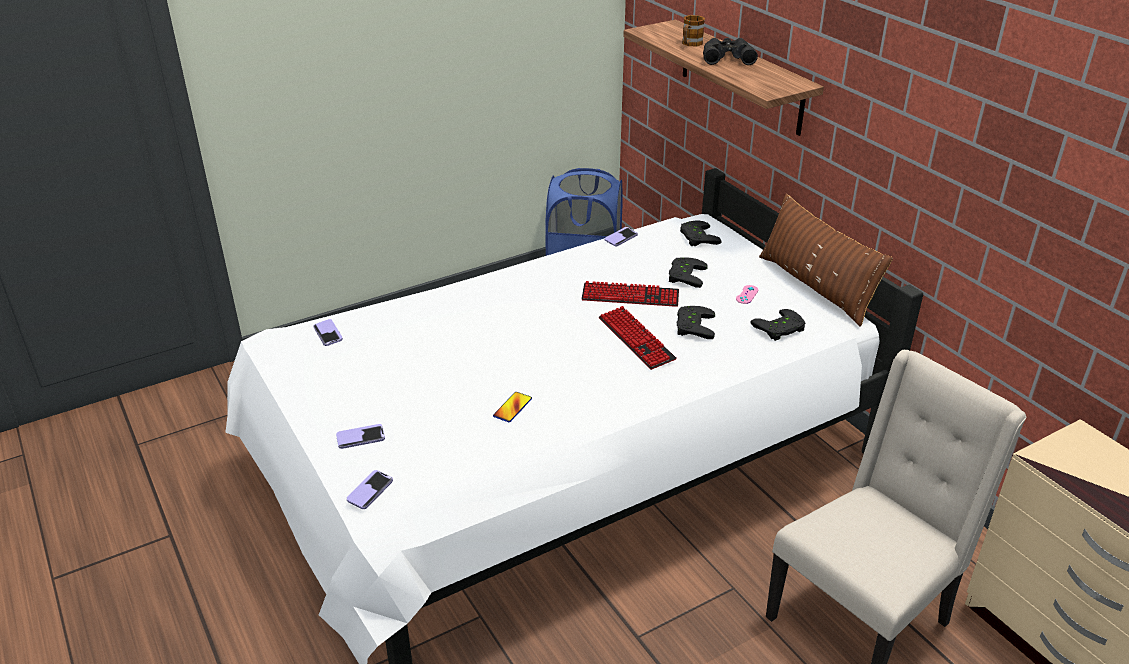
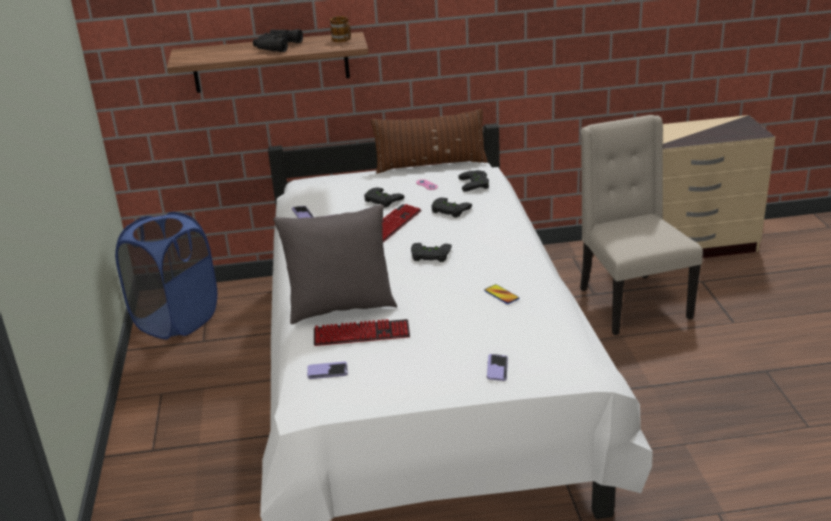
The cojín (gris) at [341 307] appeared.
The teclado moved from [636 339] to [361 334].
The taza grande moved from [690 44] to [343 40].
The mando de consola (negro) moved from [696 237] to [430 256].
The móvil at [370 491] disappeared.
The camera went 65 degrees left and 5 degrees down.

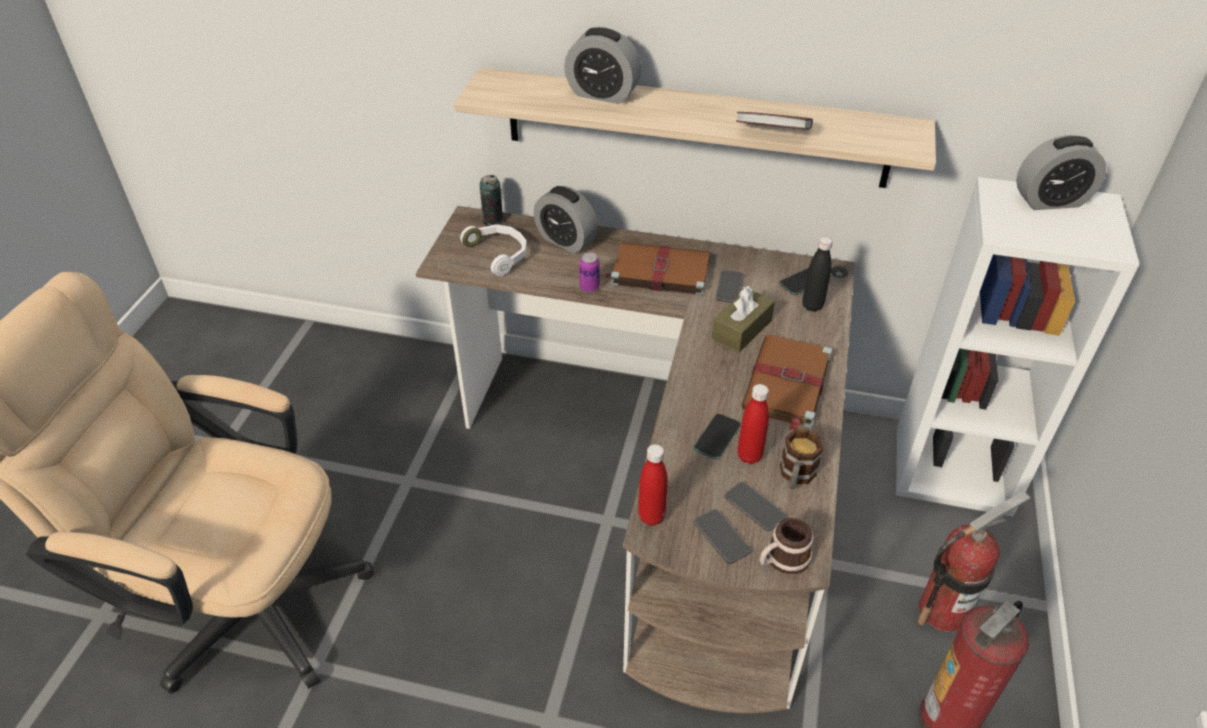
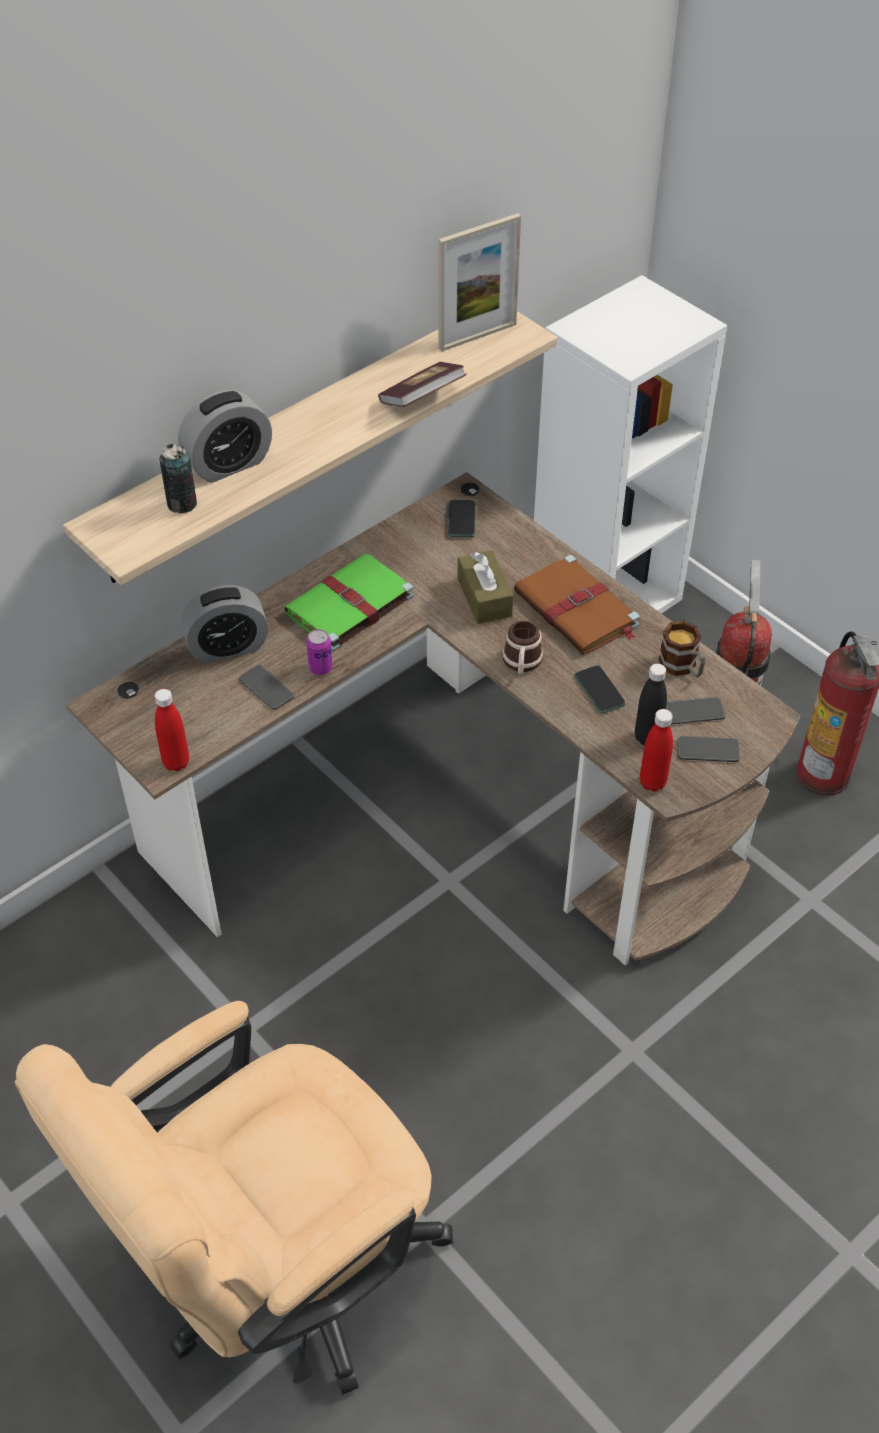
The botella (rojo) moved from [749 456] to [176 762].
The lata moved from [493 219] to [182 504].
The móvil moved from [729 287] to [266 688].
The libro (marrón) at [658 271] became the libro (verde) at [348 606].
The portarretratos at [477 336] appeared.
The taza grande moved from [782 560] to [521 663].
The botella (negro) moved from [812 306] to [647 737].
The auriculares (blanco) at [499 254] disappeared.
The despertador at [1050 201] disappeared.
The camera went 55 degrees left and 5 degrees up.

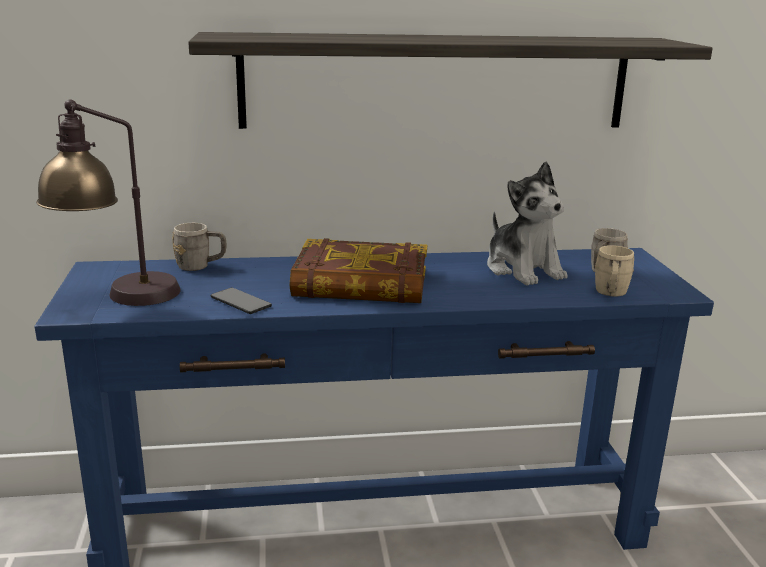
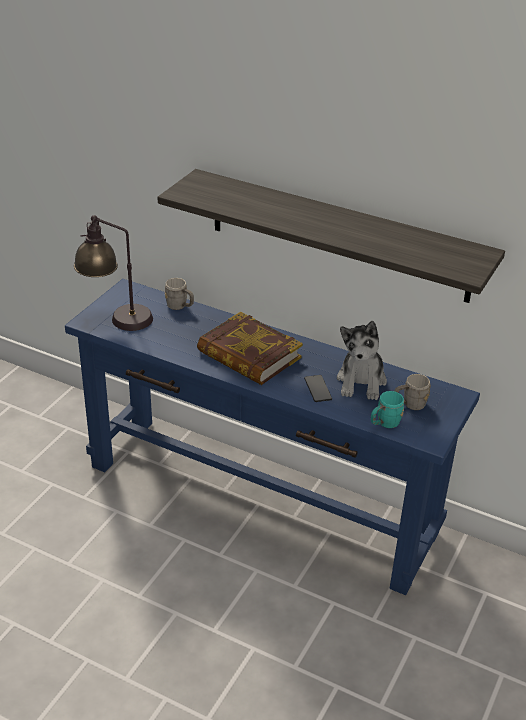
The móvil moved from [241 302] to [318 389].
The taza grande (beis) at [610 294] became the taza grande (turquesa) at [384 424].
The camera went 35 degrees right and 15 degrees up.

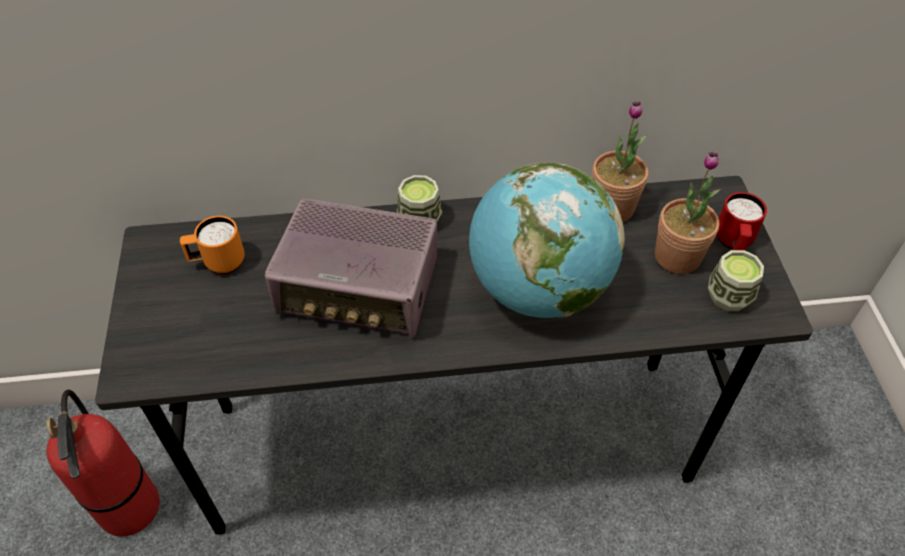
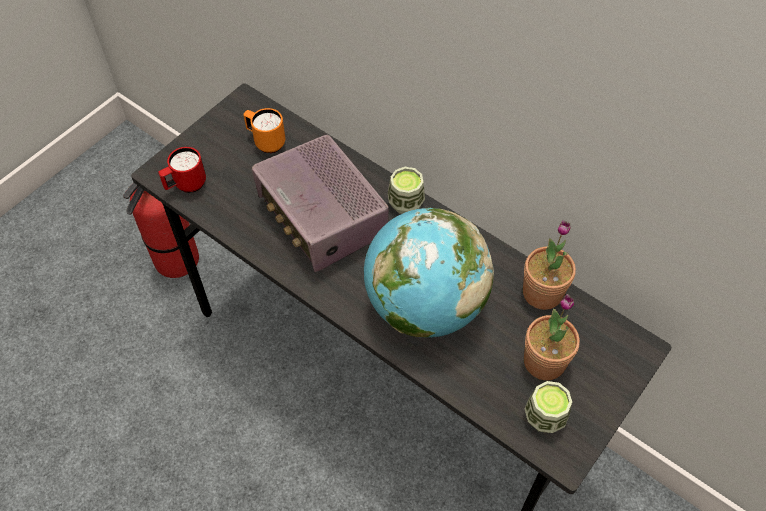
The taza grande (rojo) moved from [733 243] to [186 185].
The camera went 45 degrees right and 5 degrees up.

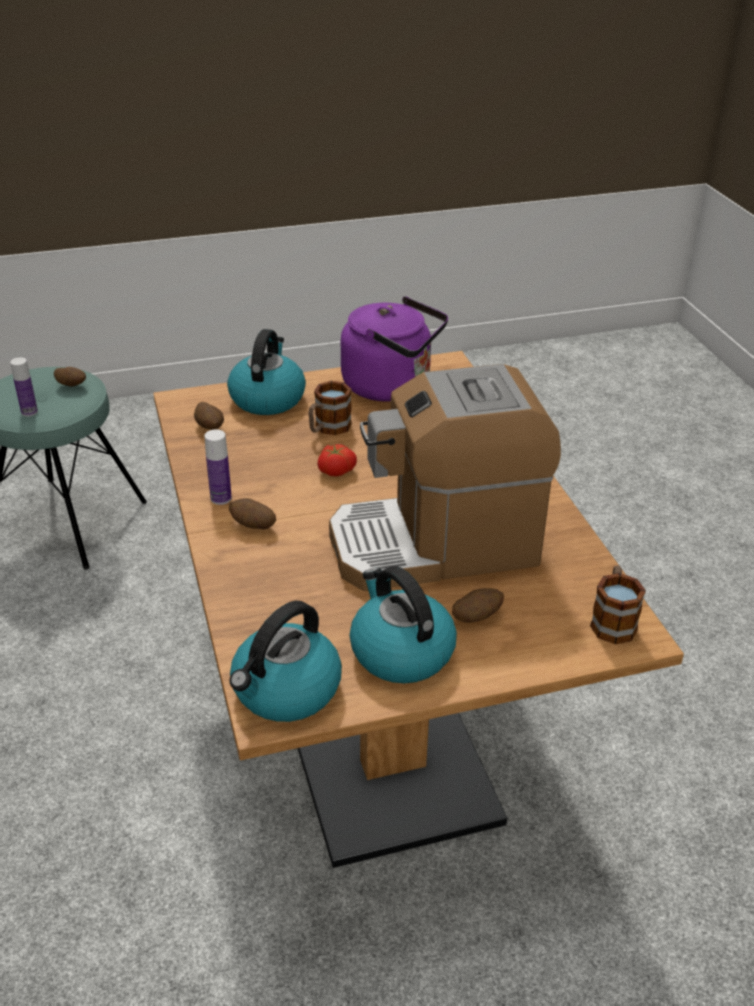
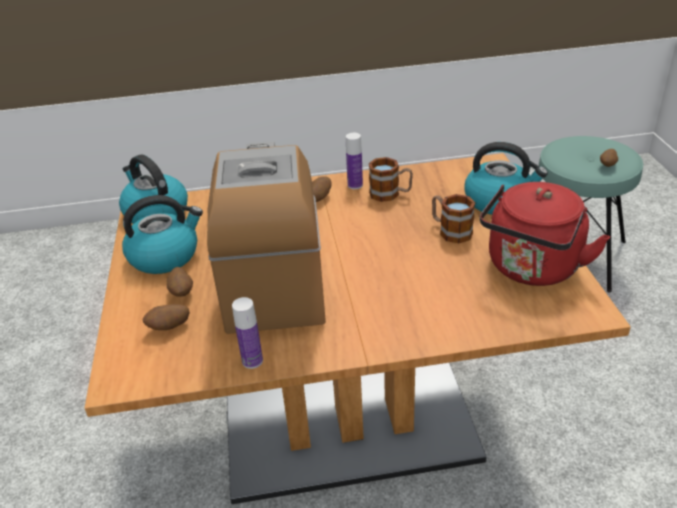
The patata moved from [210 428] to [169 327].
The botella moved from [29 412] to [252 361].
The taza grande moved from [613 620] to [390 194].
The hervidor (morado) at [392 386] became the hervidor (rojo) at [531 269].
The tomate at [335 470] disappeared.
The camera went 100 degrees right and 0 degrees up.

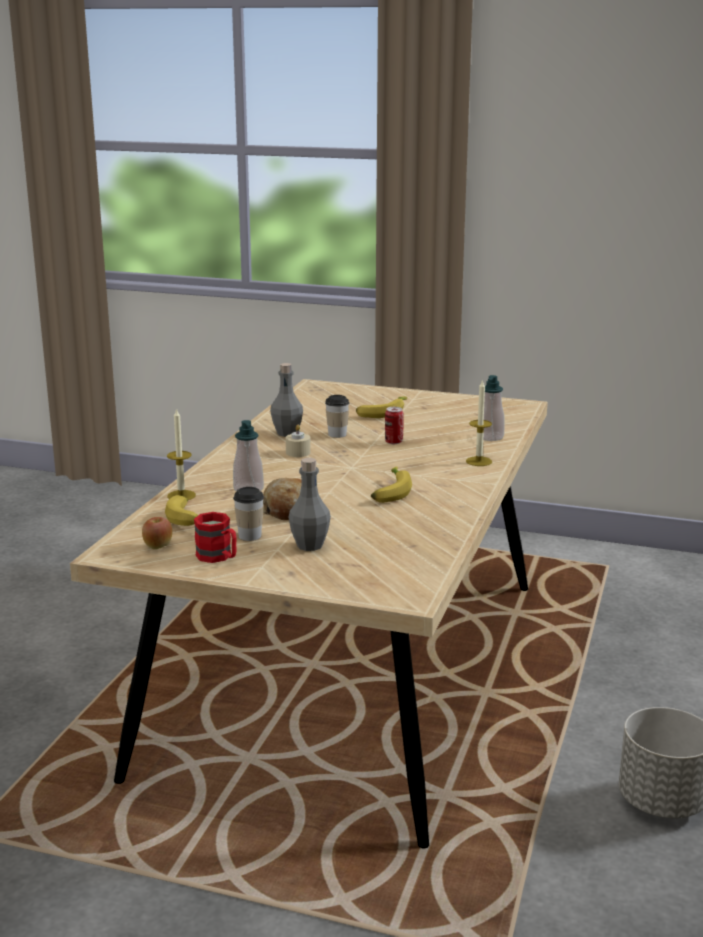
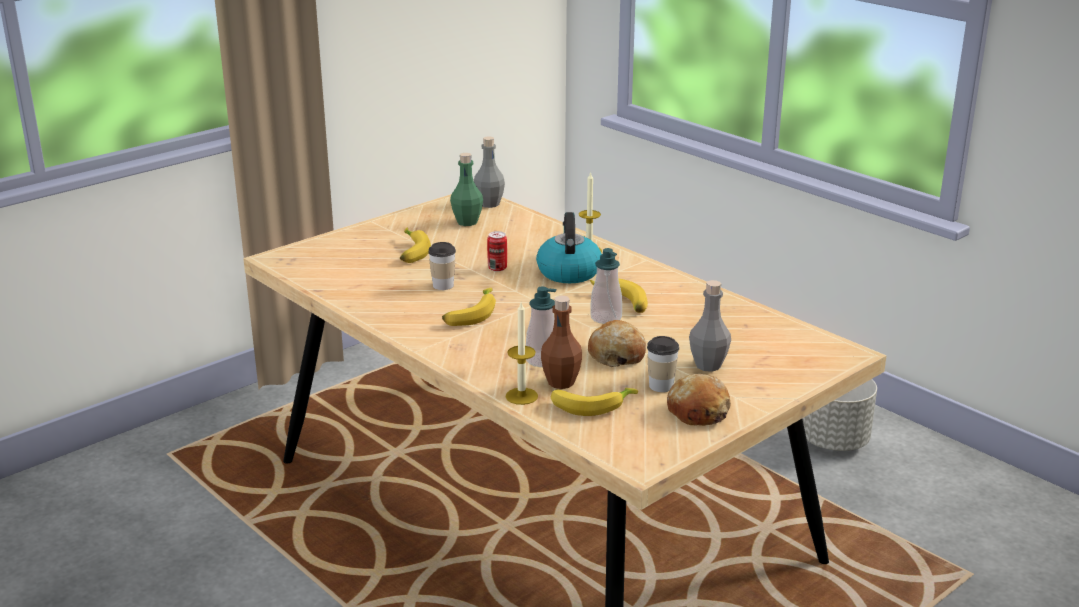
The vela (beis) at [298 452] was replaced by the plátano at [470 314].
The botella (verde) at [467 222] appeared.
The botella (gris) moved from [287 433] to [489 204].
The hervidor at [568 272] appeared.
The botella (marrón) at [561 382] appeared.
The dispensador de jabón moved from [490 437] to [606 318].
The taza grande (rojo) at [218 557] was replaced by the pan at [698 411].
The manzana at [158 546] disappeared.
The camera went 60 degrees left and 5 degrees up.

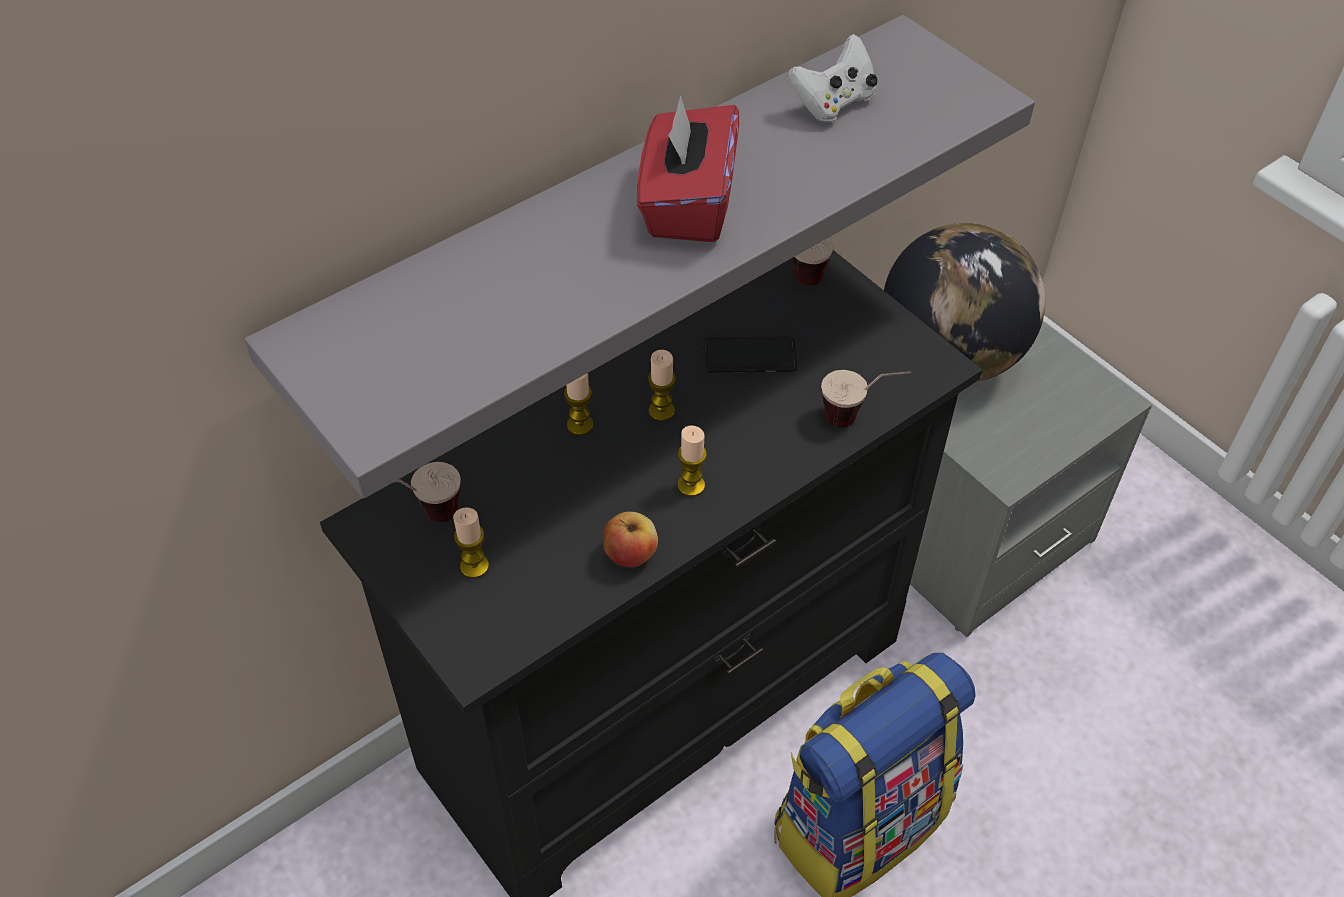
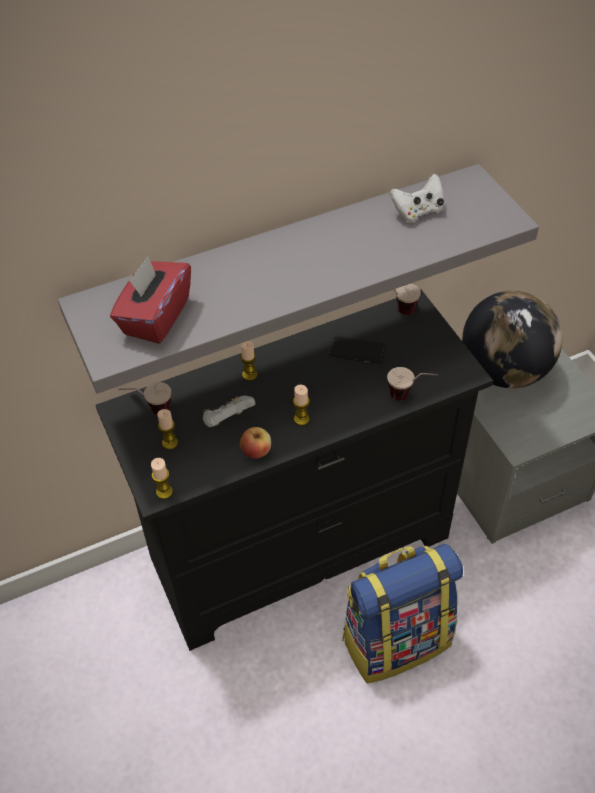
The caja de pañuelos (rojo) moved from [687 204] to [155 317].
The vela moved from [661 411] to [164 492].
The mando de consola (blanco) at [227 420] appeared.
The camera went 15 degrees right and 0 degrees up.

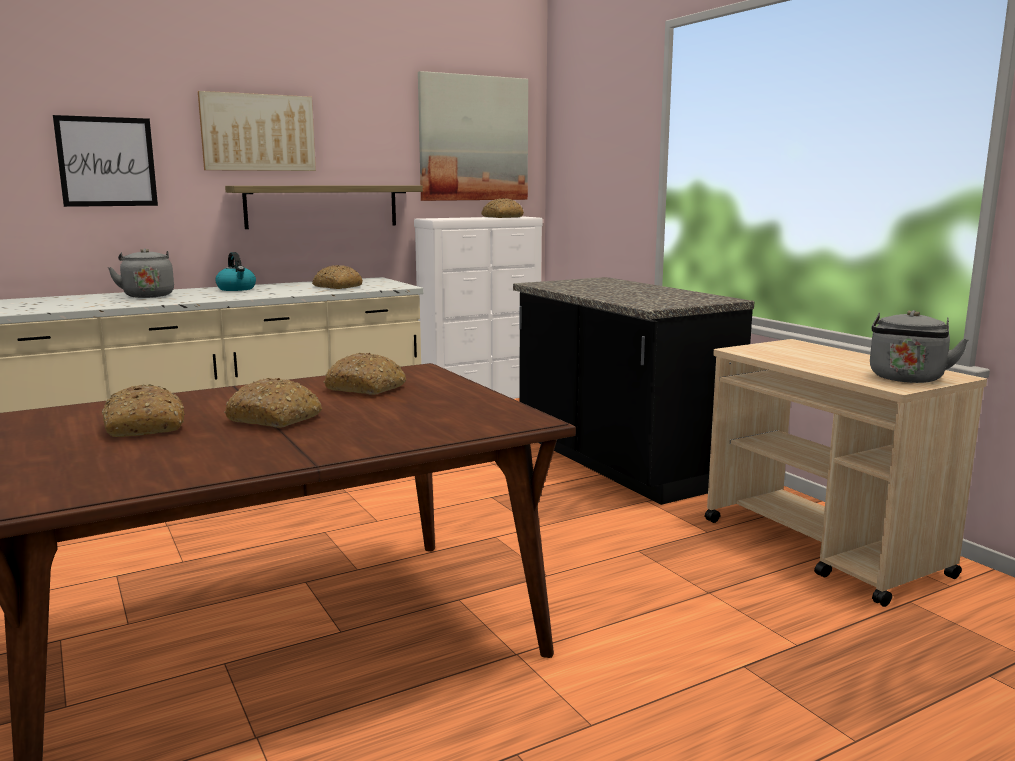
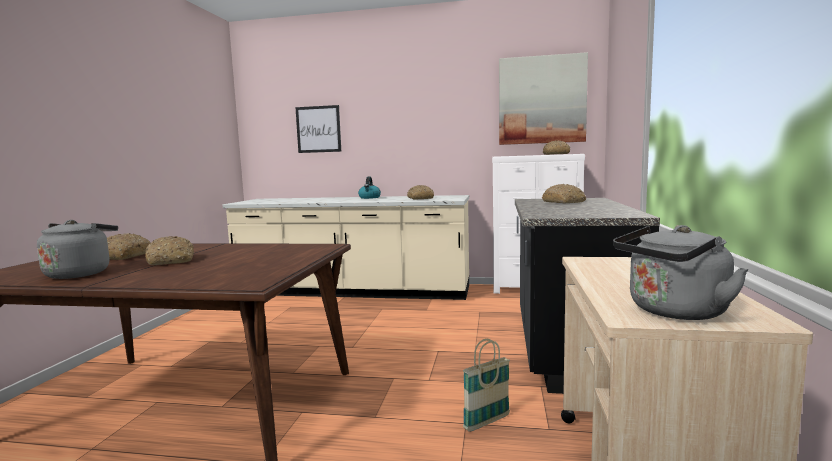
The hervidor (gris) moved from [148 295] to [80 273].
The cesta at [487 422] appeared.
The pan moved from [367 388] to [564 202].
The cuadro at [258 132] disappeared.
The estante at [322 206] disappeared.
The camera went 40 degrees right and 5 degrees down.

